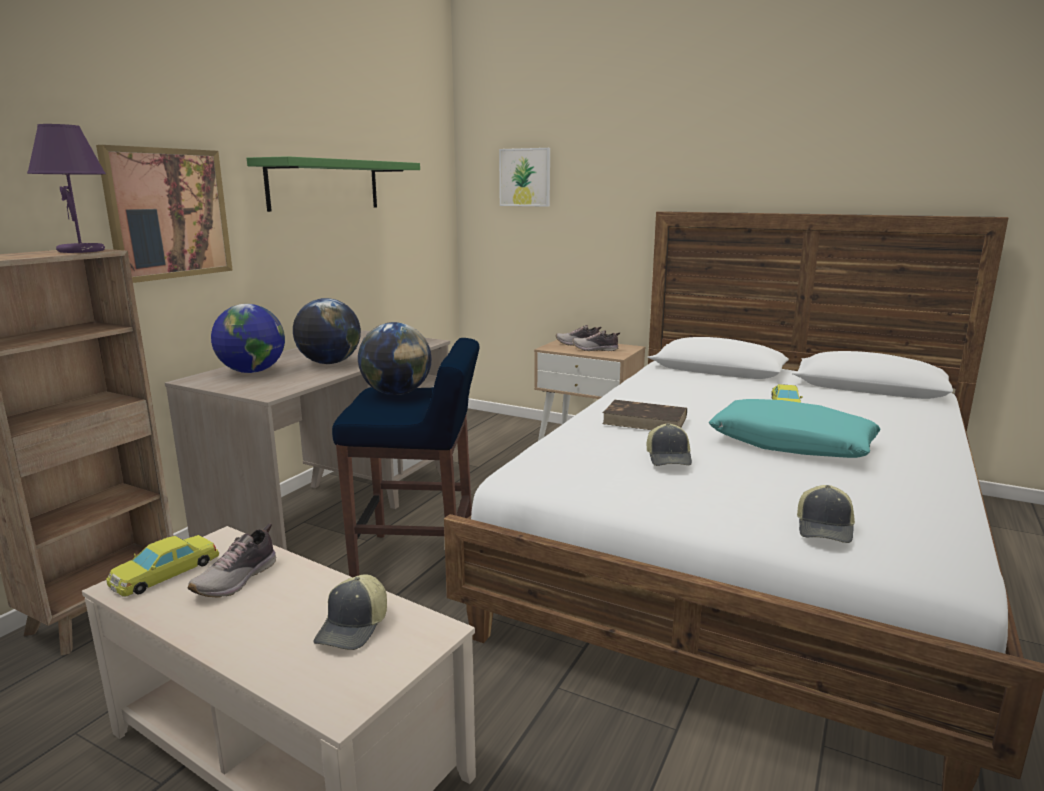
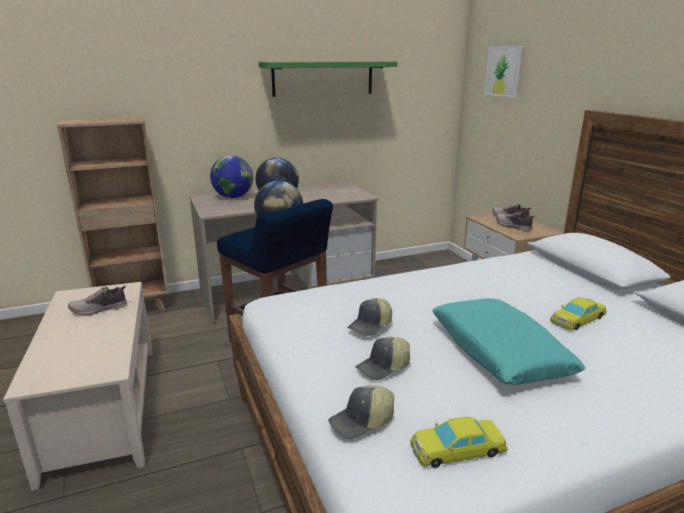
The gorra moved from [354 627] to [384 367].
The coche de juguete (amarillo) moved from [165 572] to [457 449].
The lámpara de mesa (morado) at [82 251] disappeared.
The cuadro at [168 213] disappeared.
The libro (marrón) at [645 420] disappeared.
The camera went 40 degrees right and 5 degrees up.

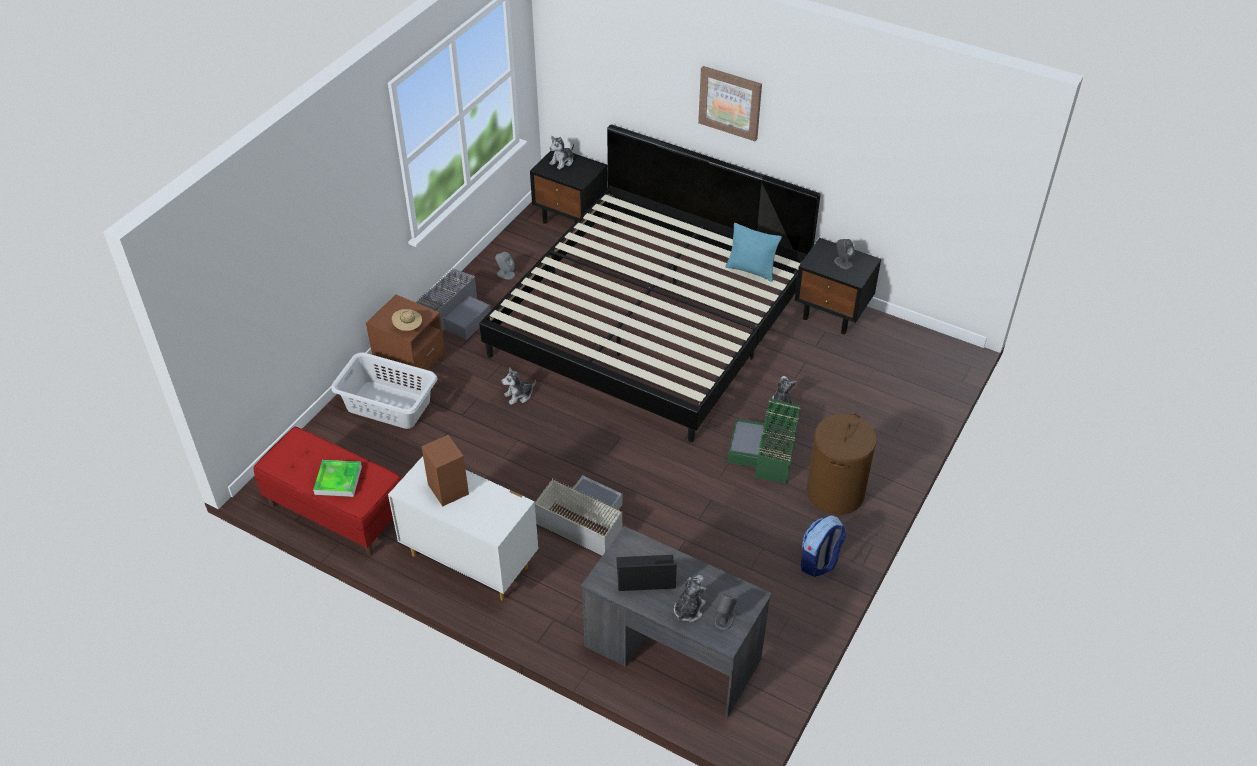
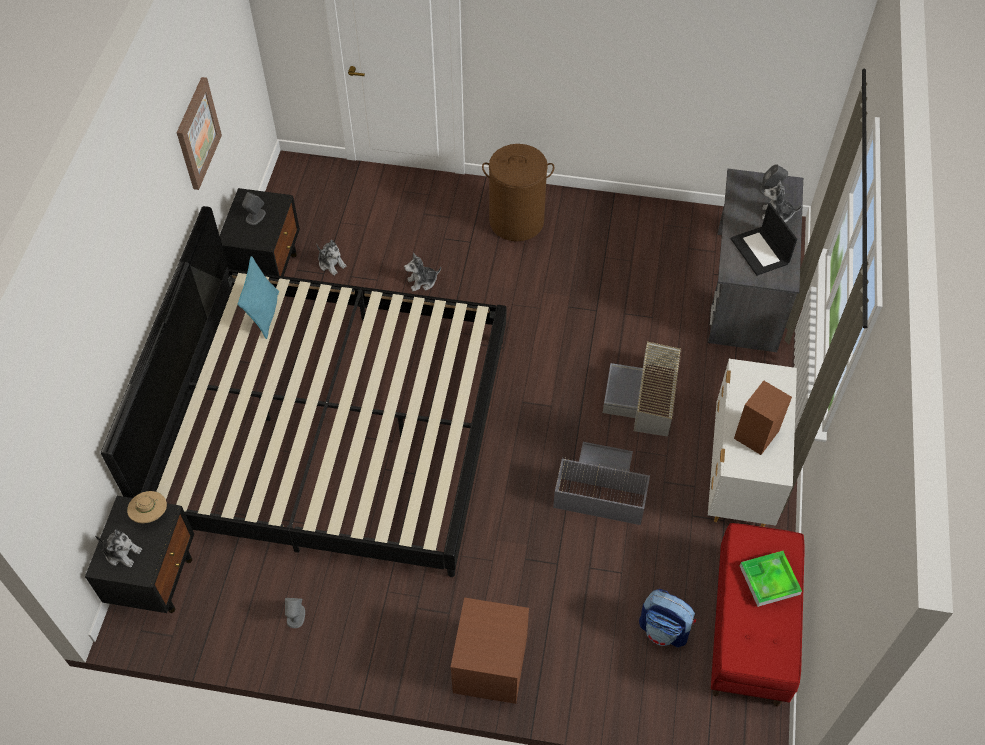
The sombrero (beis) moved from [408 328] to [150 514].
The cuadro moved from [730 102] to [197 133].
The peluche moved from [519 395] to [331 264].
The caja de almacenaje (gris) moved from [452 316] to [599 490].
The mochila moved from [819 562] to [664 629].
The cesto de la ropa (gris) at [388 404] disappeared.
The caja de almacenaje (verde) at [766 451] disappeared.
The camera went 110 degrees left and 10 degrees up.

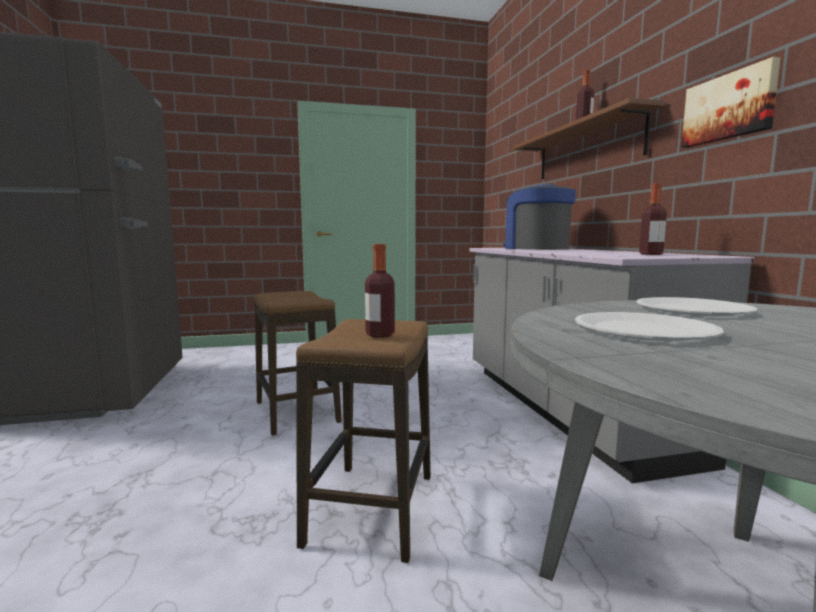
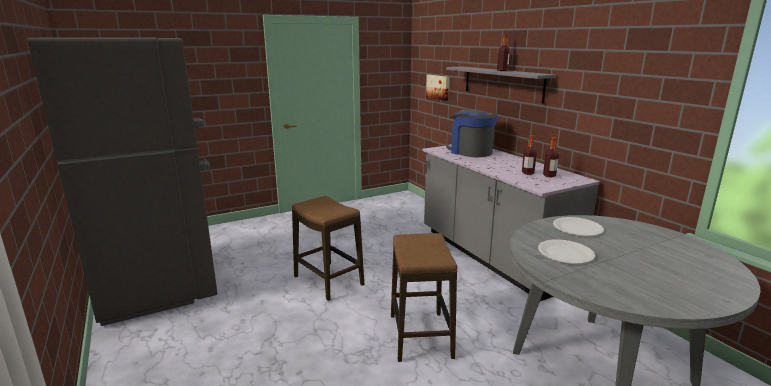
The cuadro moved from [729 107] to [438 87].
The estante (marrón) at [586 149] became the estante (gris) at [502 83].
The botella moved from [380 335] to [527 173].
The camera went 15 degrees left and 10 degrees up.

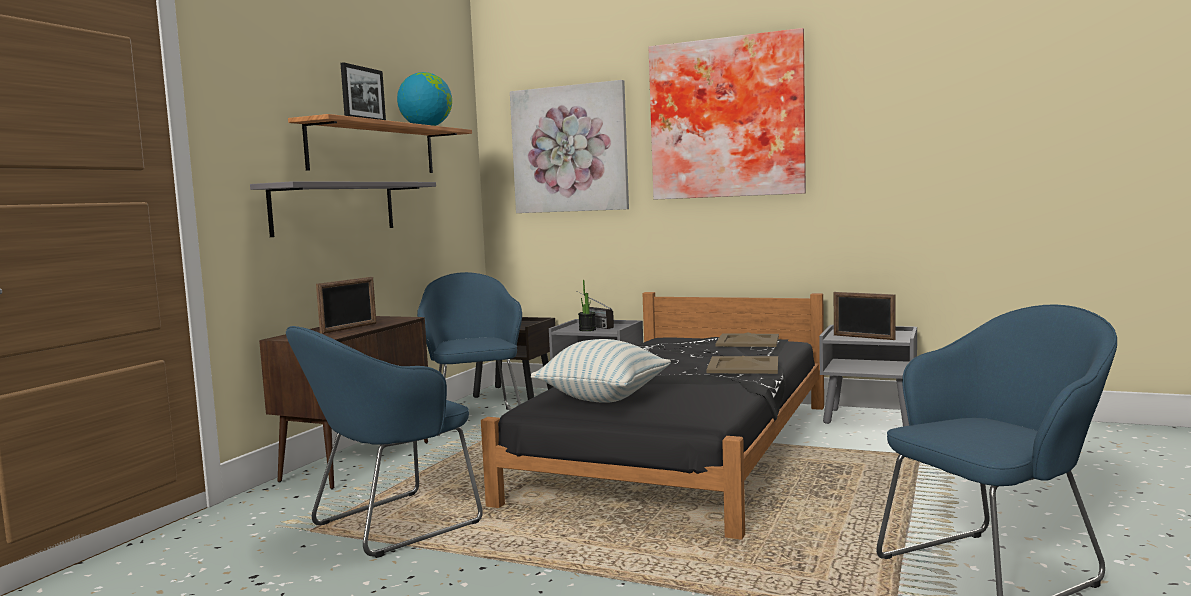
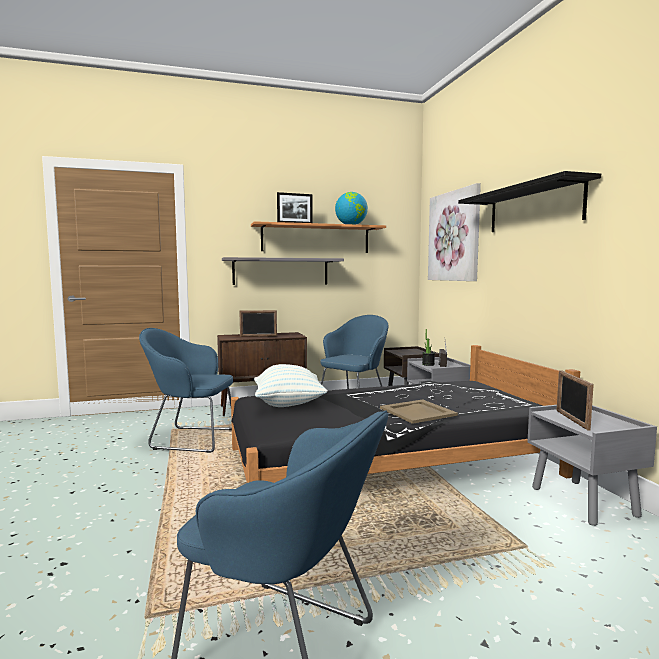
The cuadro at [727 118] was replaced by the estante (negro) at [533 208].
The bandeja (beis) at [747 341] disappeared.
The camera went 50 degrees right and 0 degrees up.

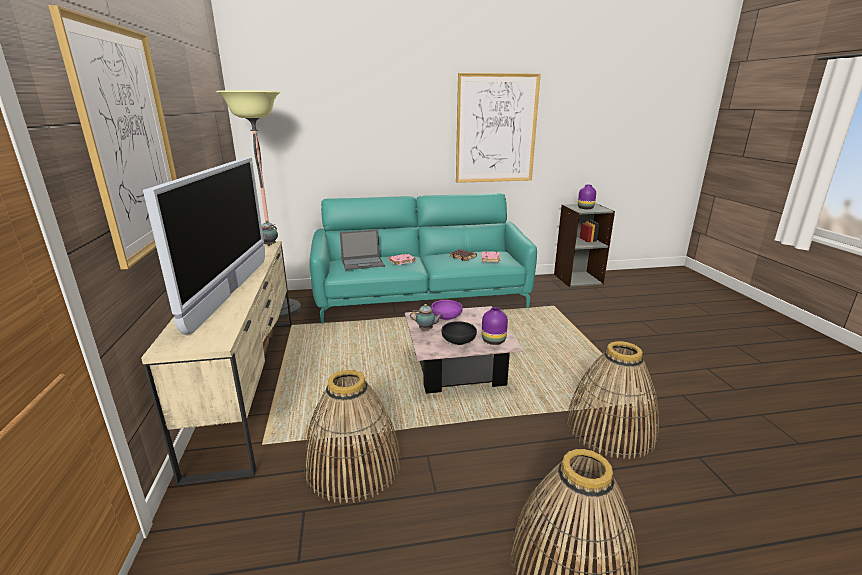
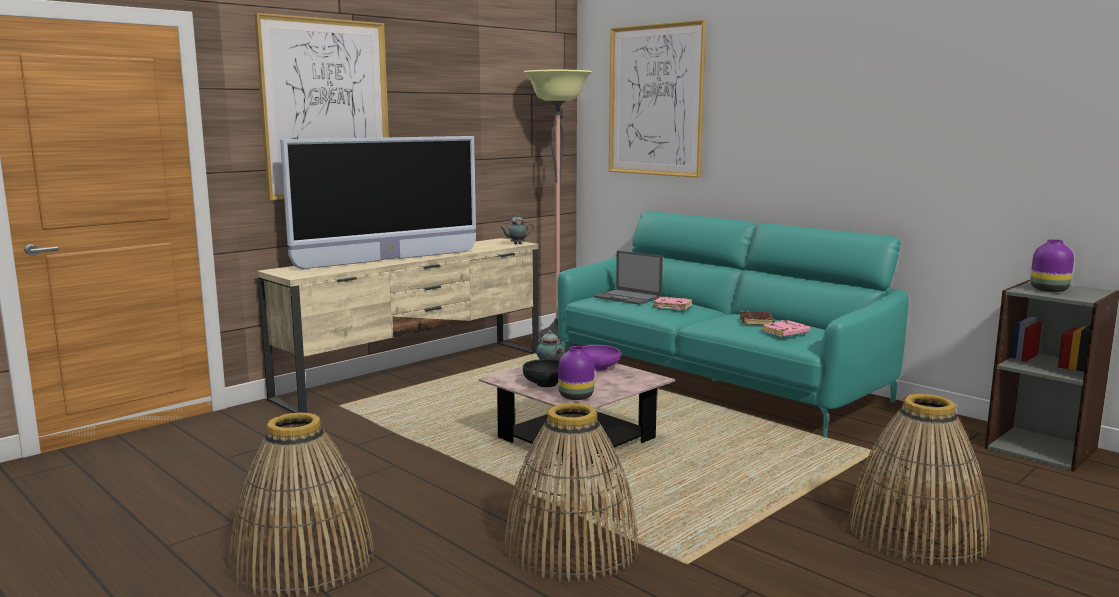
The cuadro moved from [496 129] to [655 100].
The cesta moved from [353 464] to [916 532].
The camera went 55 degrees right and 10 degrees down.

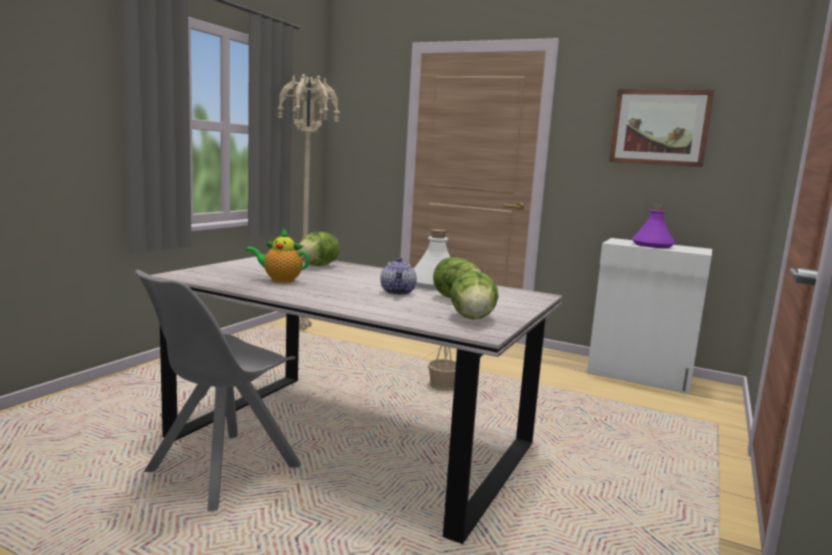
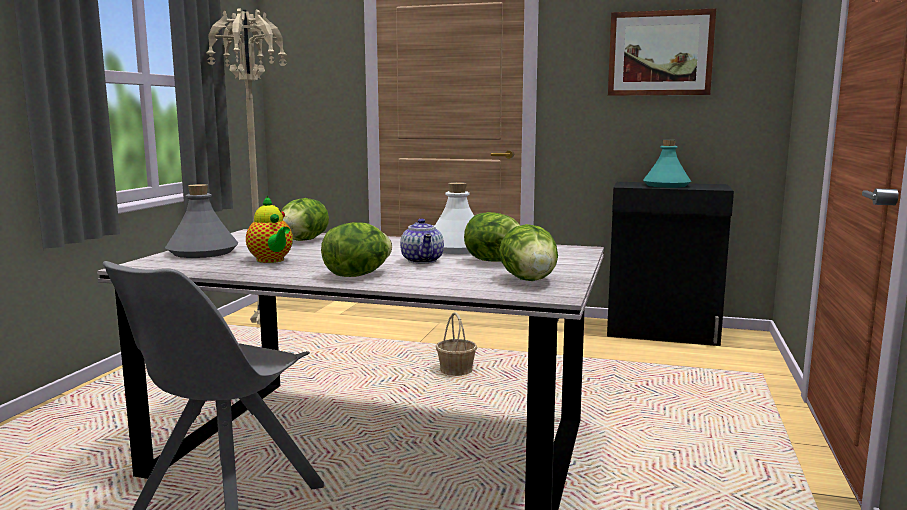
The botella (gris) at [202 252] appeared.
The tetera at [280 280] turned 120 degrees counterclockwise.
The lechuga at [357 275] appeared.
The armario (blanco) at [640 376] became the armario (negro) at [663 333].
The botella (morado) at [652 245] became the botella (turquesa) at [666 185].
The camera went 10 degrees left and 0 degrees up.

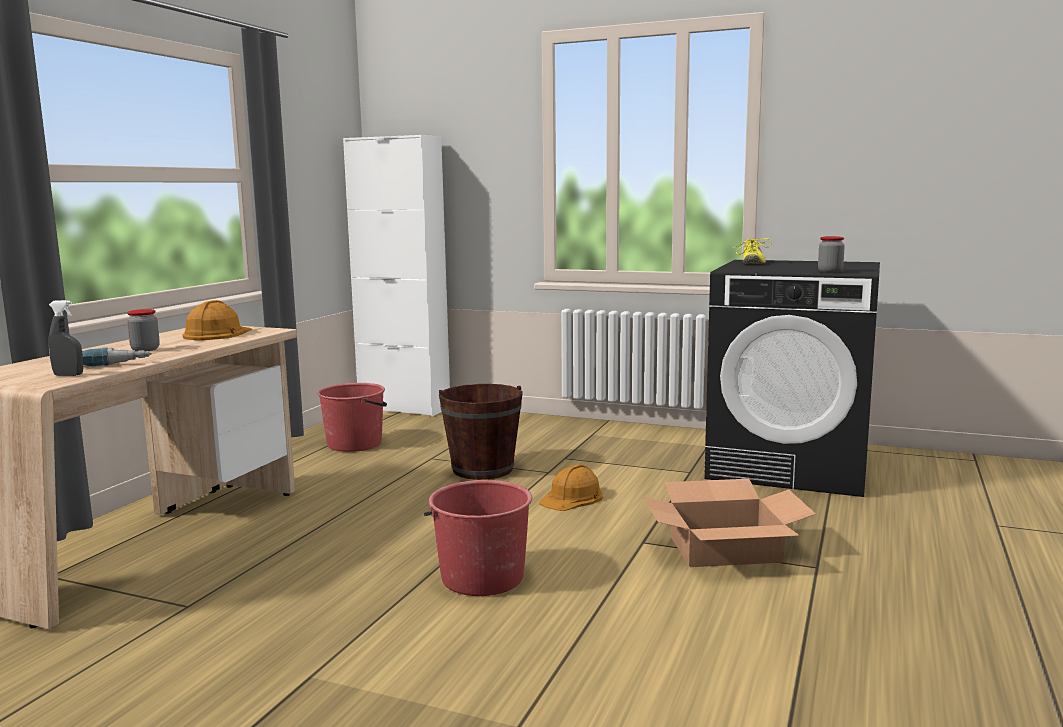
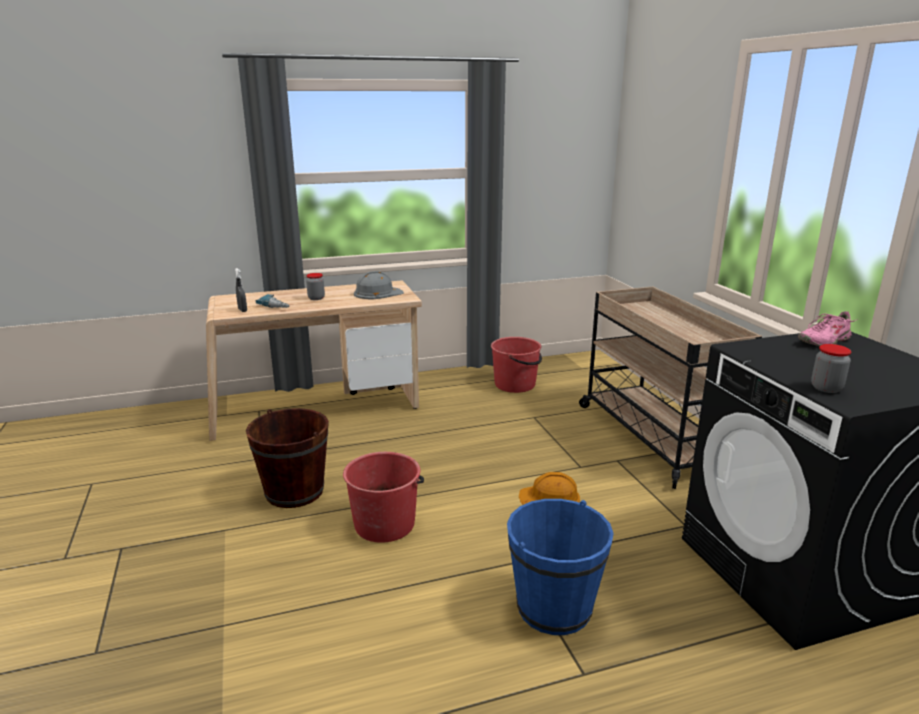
The cubo (marrón) moved from [483 469] to [294 492].
The casco (naranja) at [217 333] became the casco (gris) at [377 293].
The caja de cartón at [725 549] was replaced by the cubo (azul) at [554 608].
The carrito (beis) at [653 436] appeared.
The zapato (amarillo) at [751 263] became the zapato (rosa) at [823 341].
The armario (blanco) at [404 408] disappeared.
The camera went 50 degrees right and 10 degrees up.

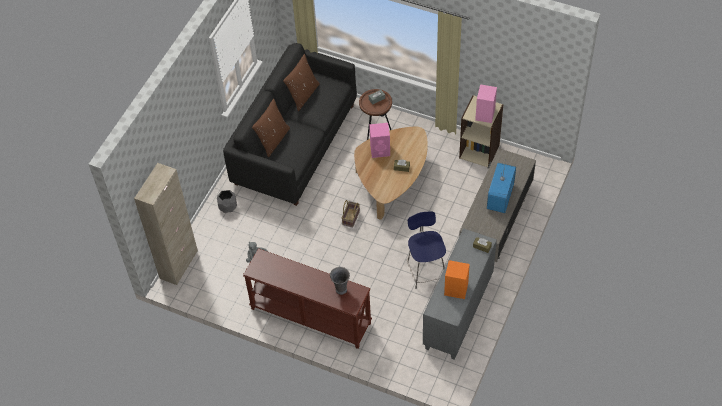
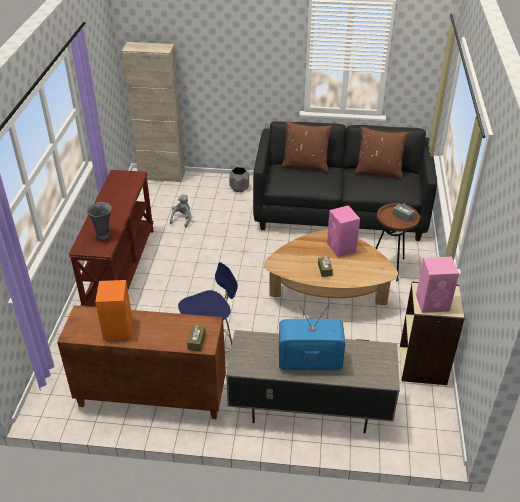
The armario (gris) at [458 314] became the armario (marrón) at [150 396].
The cesta at [351 218] disappeared.
The camera went 70 degrees right and 15 degrees down.

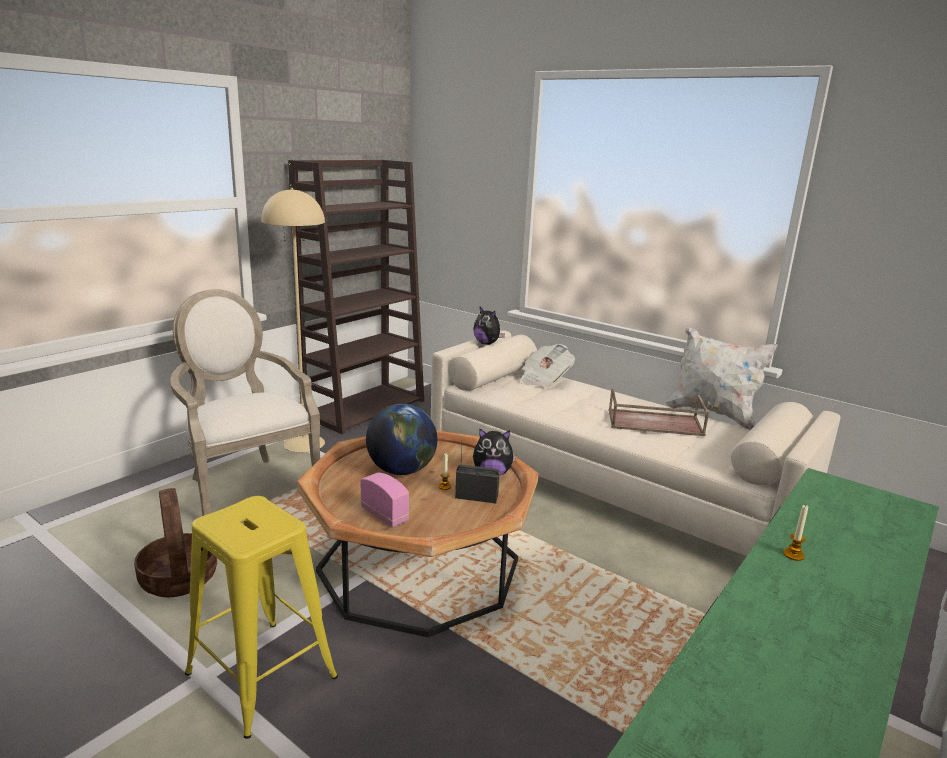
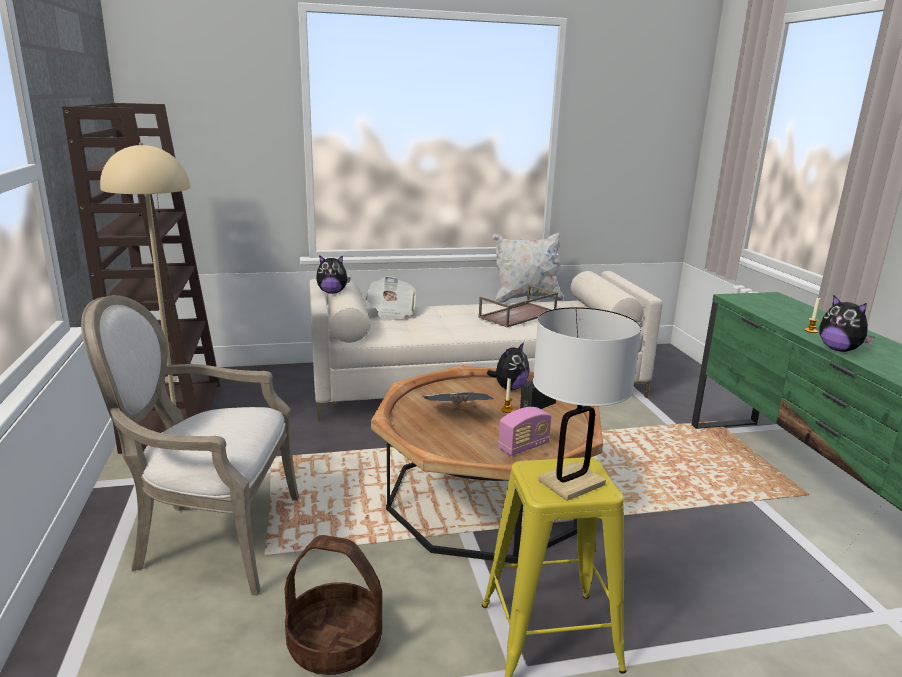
The globo terráqueo at [401 470] was replaced by the periódico at [456 415].
The radio at [384 515] turned 150 degrees clockwise.
The lámpara de mesa (blanco) at [571 483] appeared.
The peluche at [839 349] appeared.
The camera went 50 degrees left and 0 degrees up.

